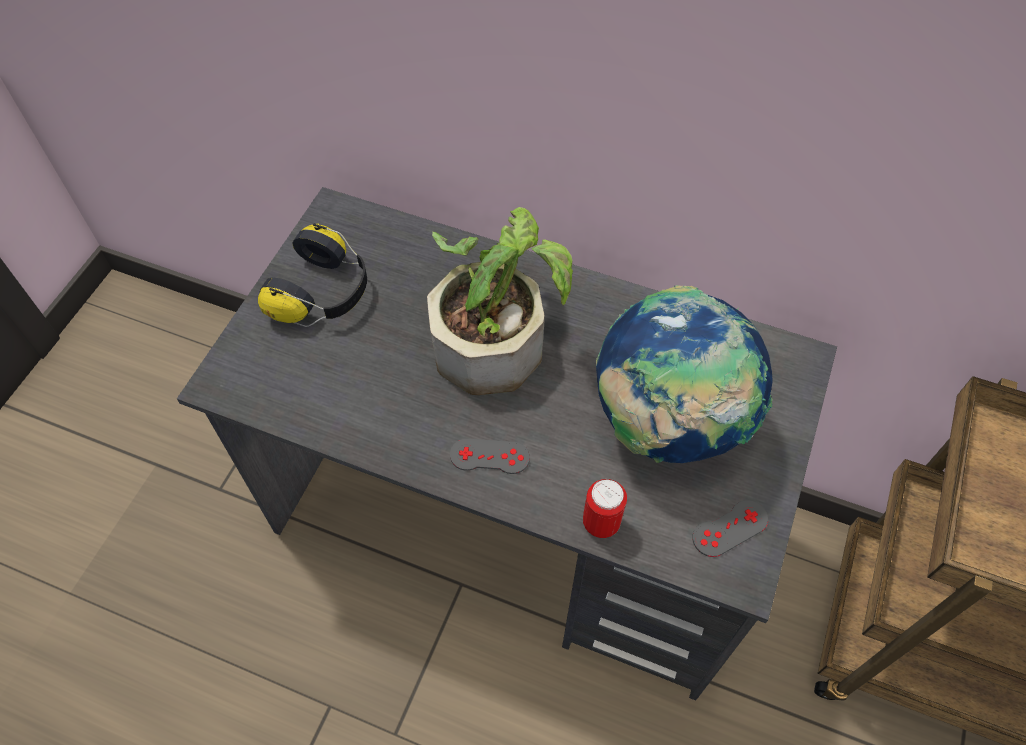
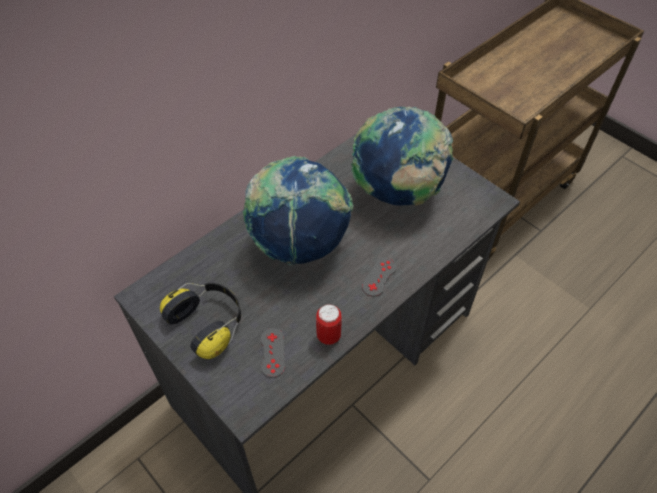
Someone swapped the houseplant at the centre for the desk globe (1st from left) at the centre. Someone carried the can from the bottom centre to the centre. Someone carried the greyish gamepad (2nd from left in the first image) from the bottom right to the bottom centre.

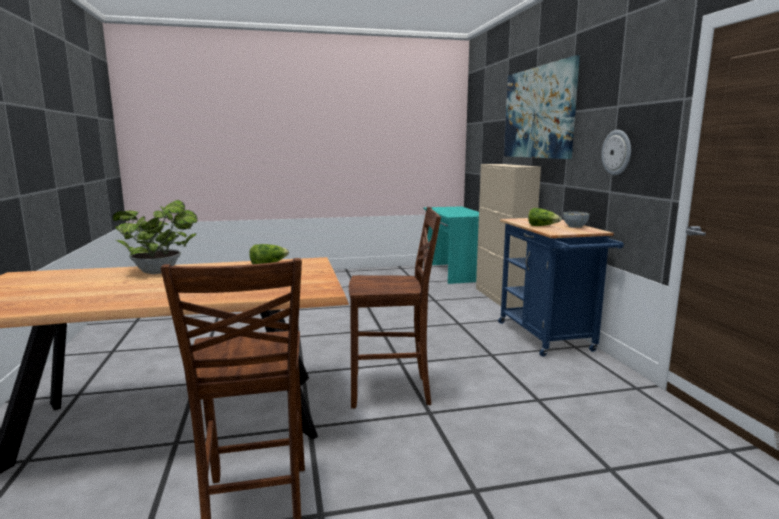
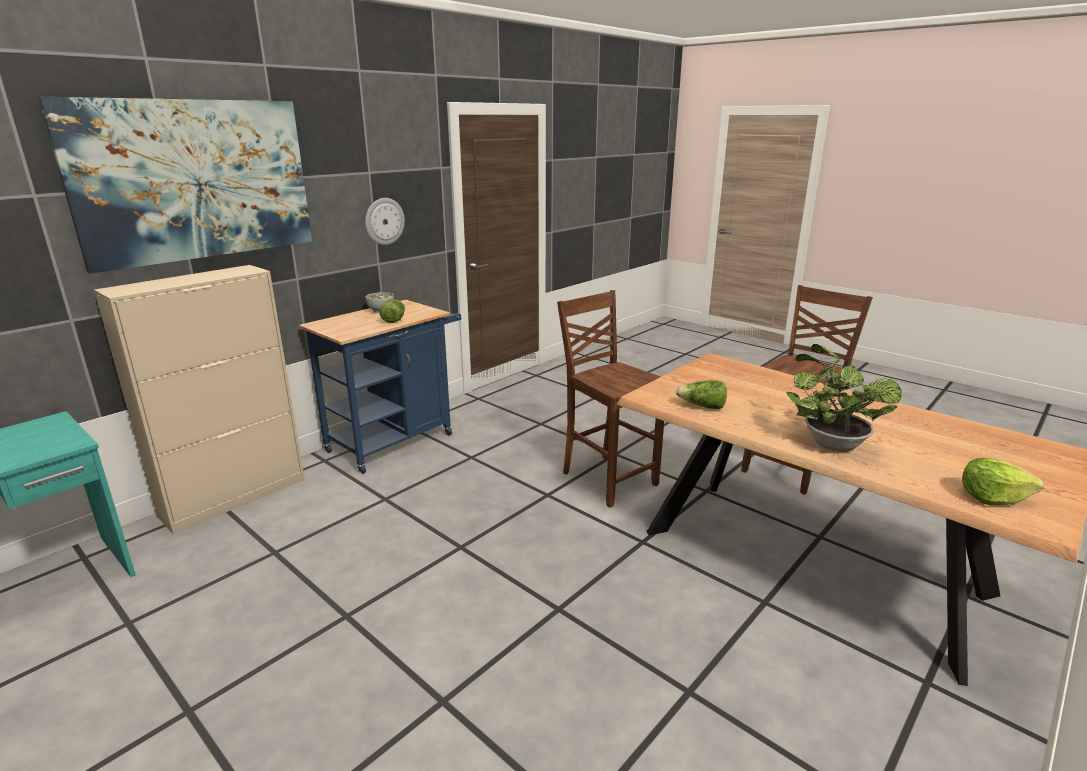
Someone put down the head of lettuce (3rd from left) at the middle right.

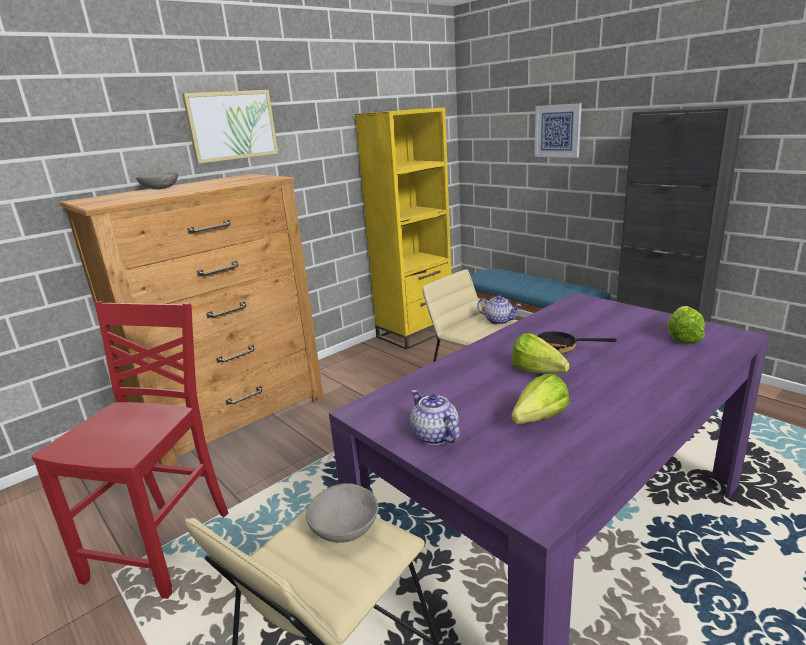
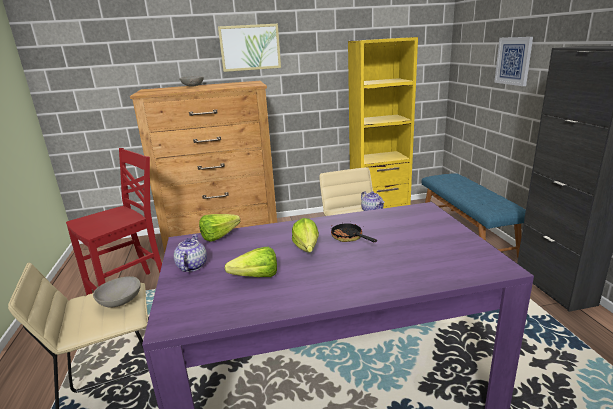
Someone carried the head of lettuce (3rd from left in the first image) from the middle right to the centre.

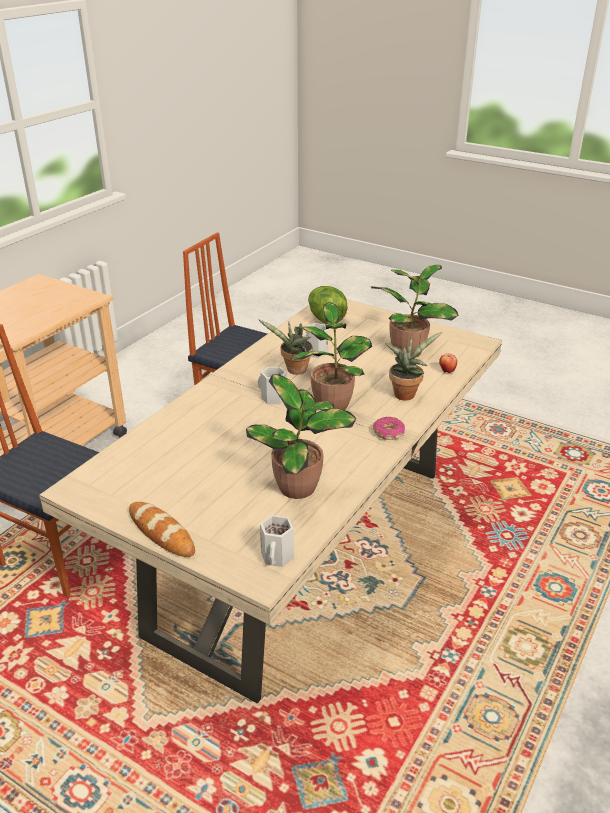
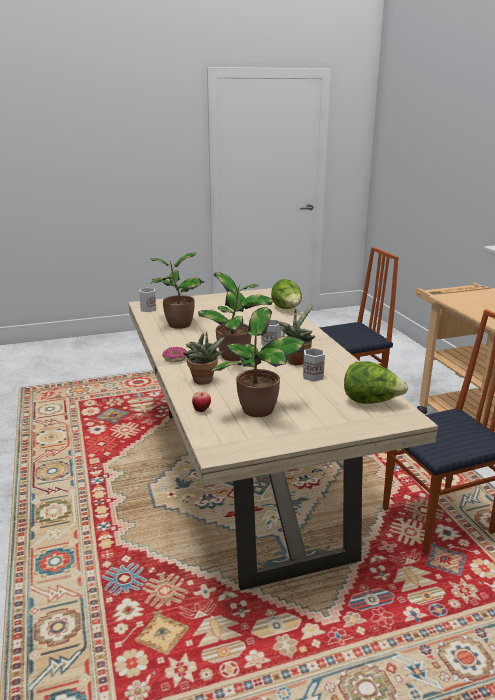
Someone took away the baked bread at the middle left. Someone put down the head of lettuce (1st from left) at the centre.

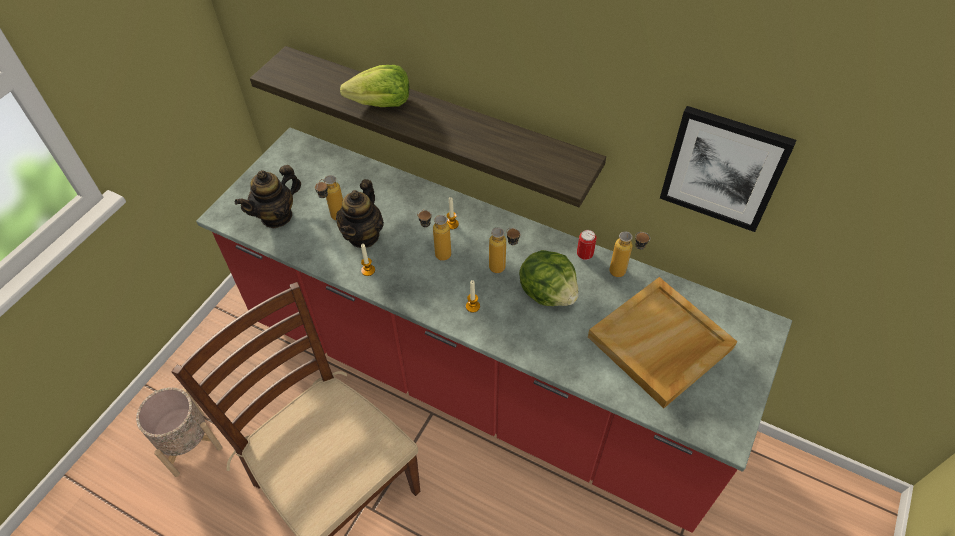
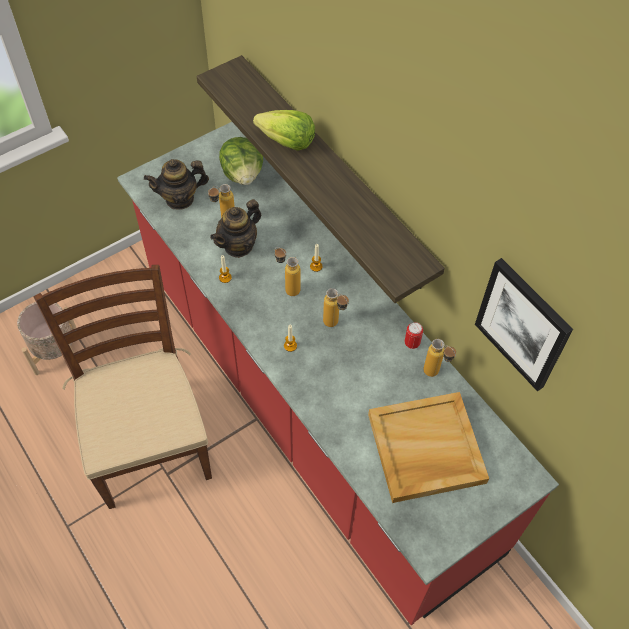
Someone carried the head of lettuce (2nd from left in the first image) from the centre to the top centre.

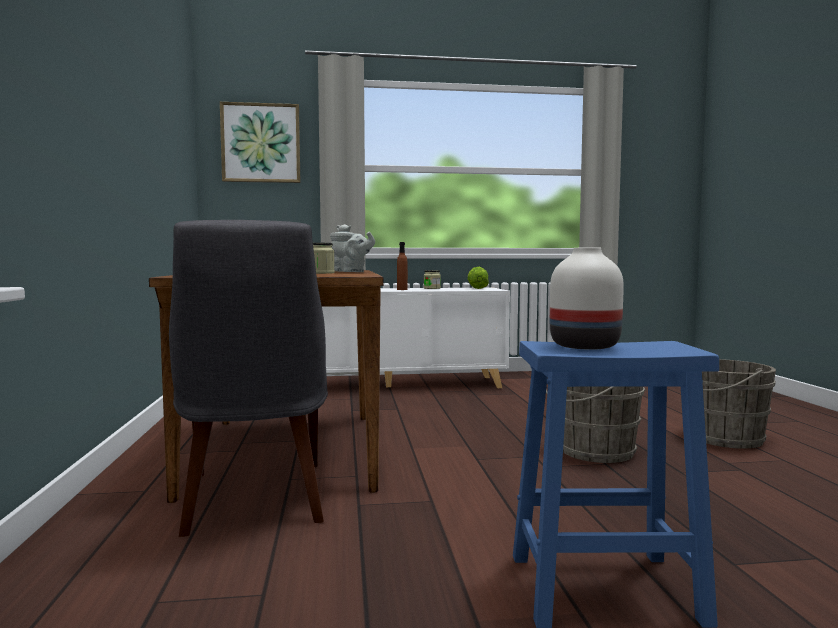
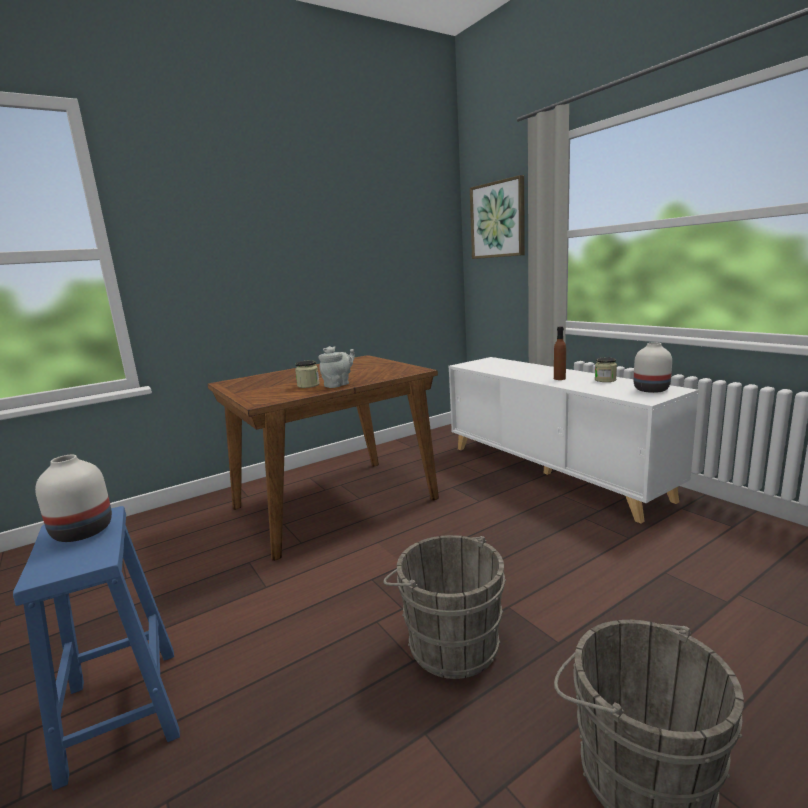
Someone took away the greyish chair at the middle left. Someone rotated the greyish tea pot at the centre by 135 degrees counterclockwise. Someone swapped the head of lettuce at the centre for the white-coloured decorative vase (2nd from left) at the middle right.

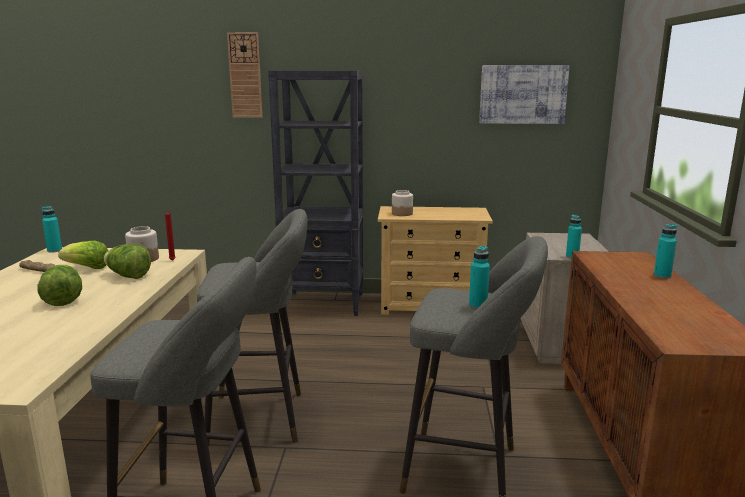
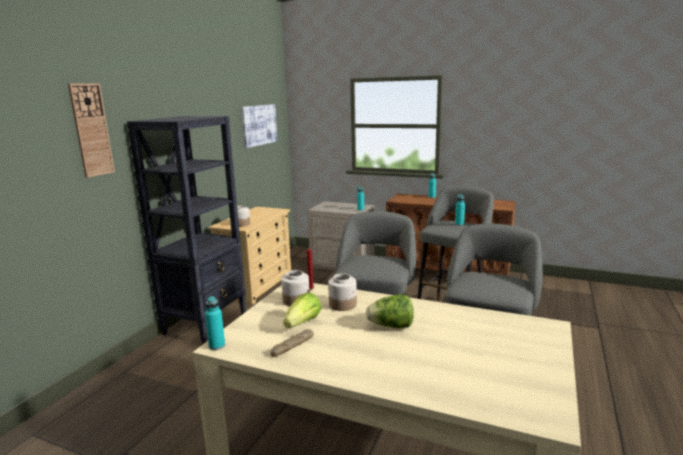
Someone swapped the head of lettuce (3rd from left) at the middle left for the storage jar (3rd from left) at the centre.

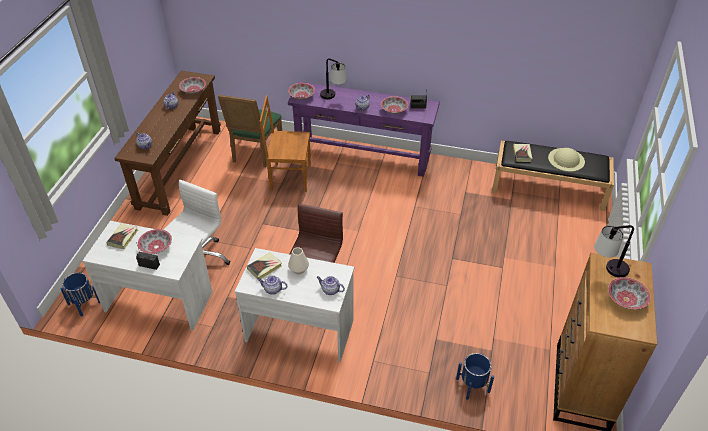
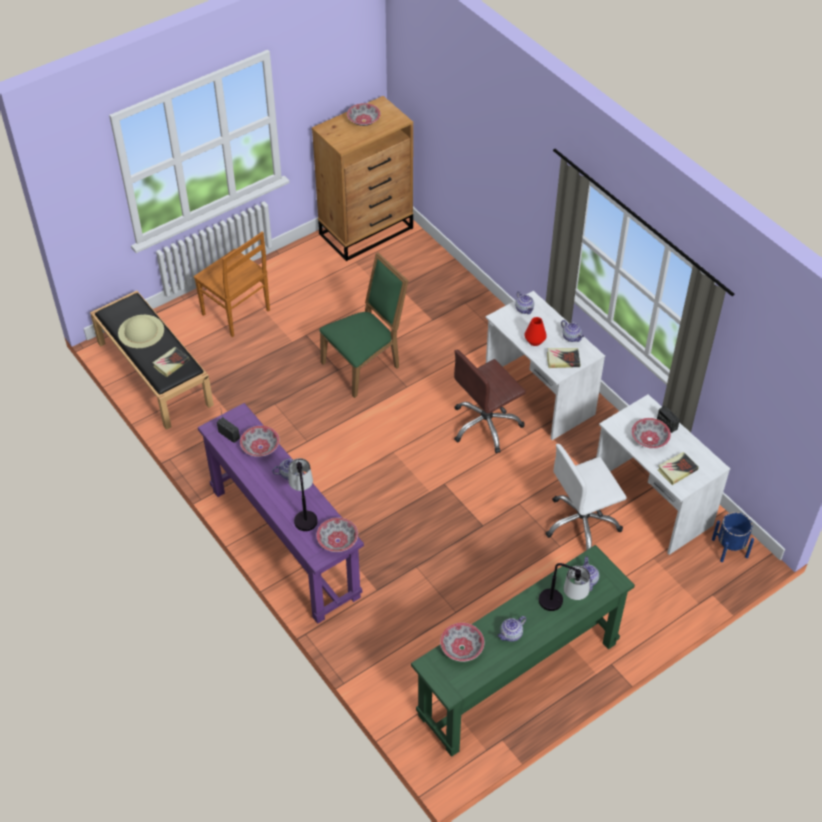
Someone repainted the brown hall table at the top left, which became the green-coloured hall table at the bottom centre. Someone carried the green-coloured chair from the top centre to the centre. Someone carried the brown chair from the centre to the middle left. Someone repainted the white-coloured decorative vase at the centre, which became the reddish decorative vase at the centre. Someone took away the blue-coloured plant pot (2nd from left) at the bottom right. Someone carried the lamp for a table (2nd from left) from the middle right to the bottom right.

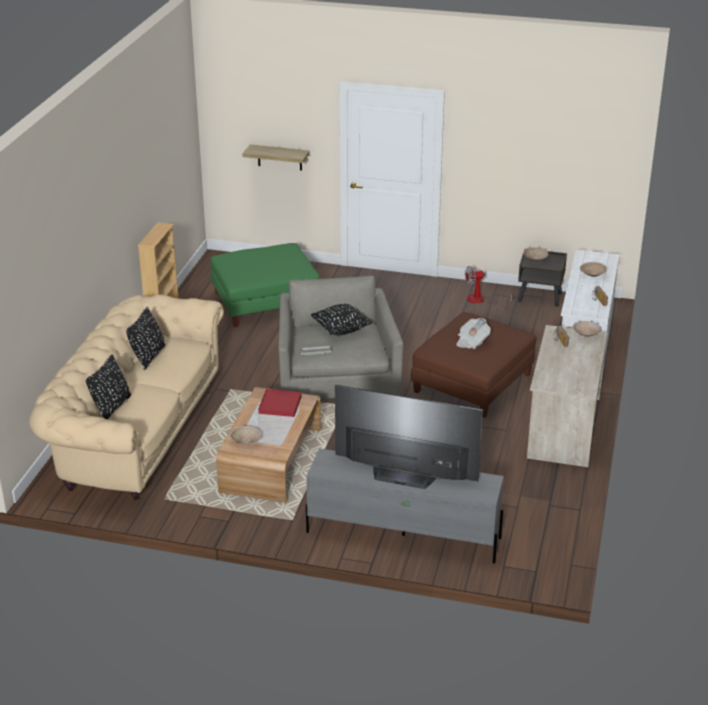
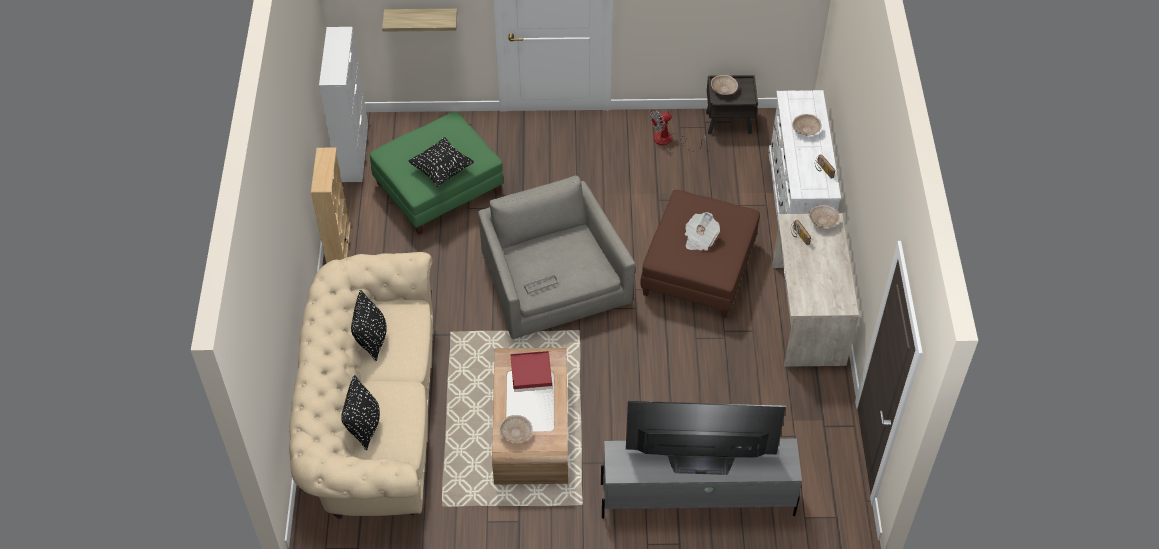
Someone carried the black pillow (3rd from left) from the centre to the top centre. Someone put down the white-coloured cabinet at the top left.

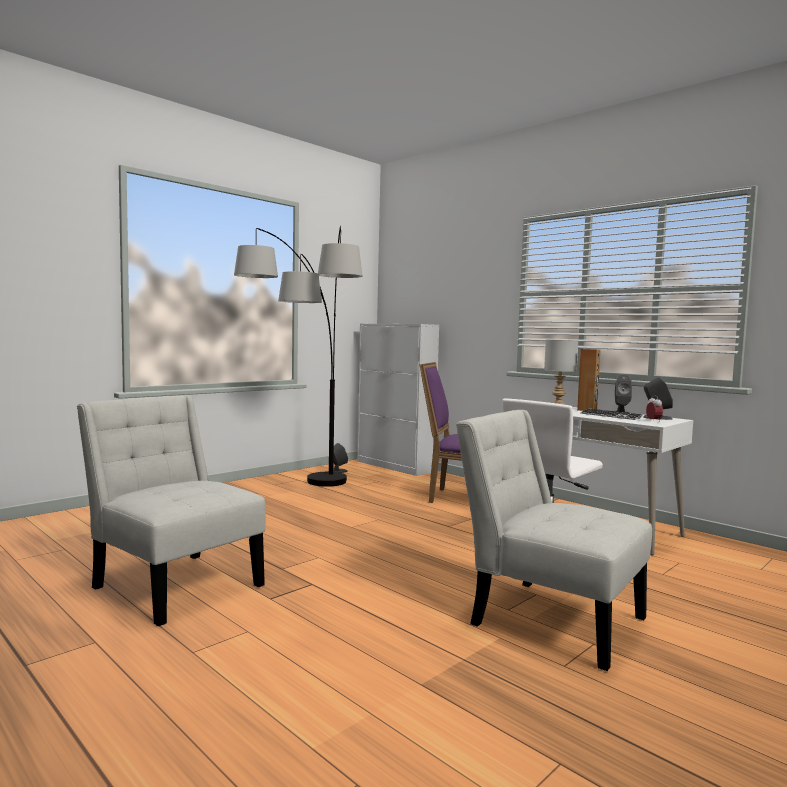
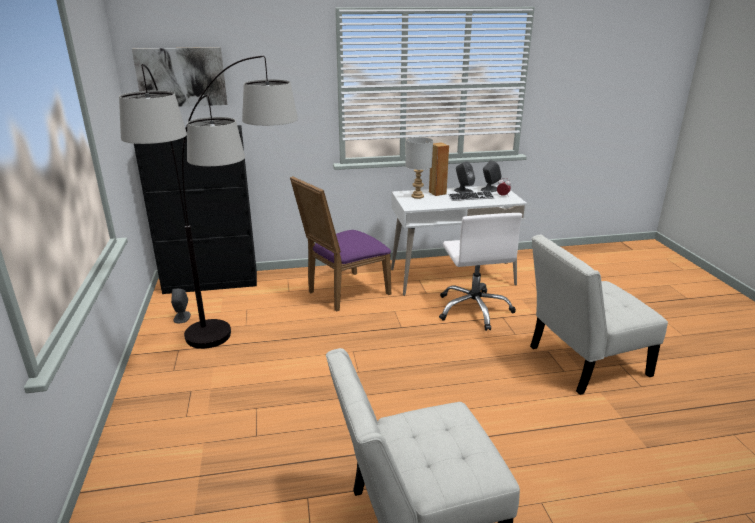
Someone repainted the white-coloured cabinet at the centre, which became the black cabinet at the middle left. Someone put up the wall picture at the top left.

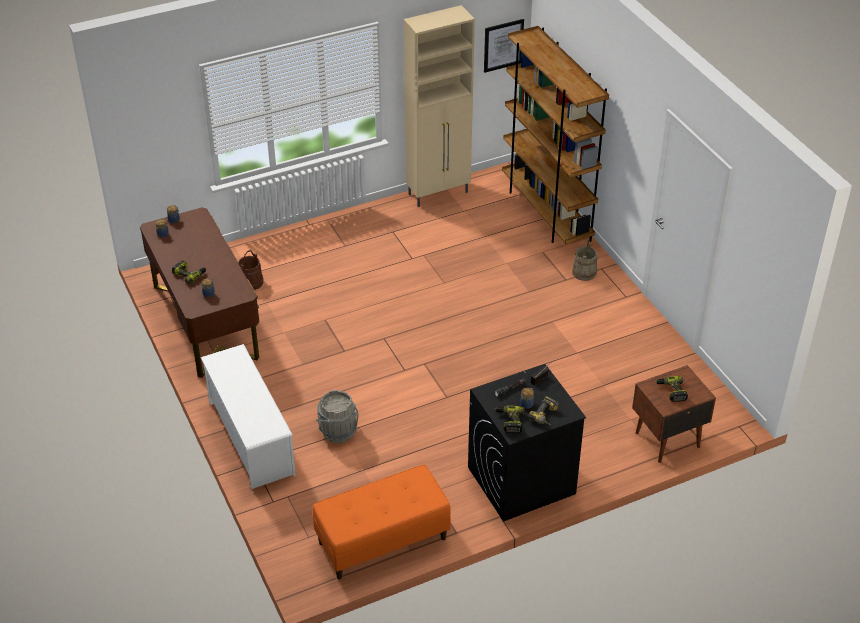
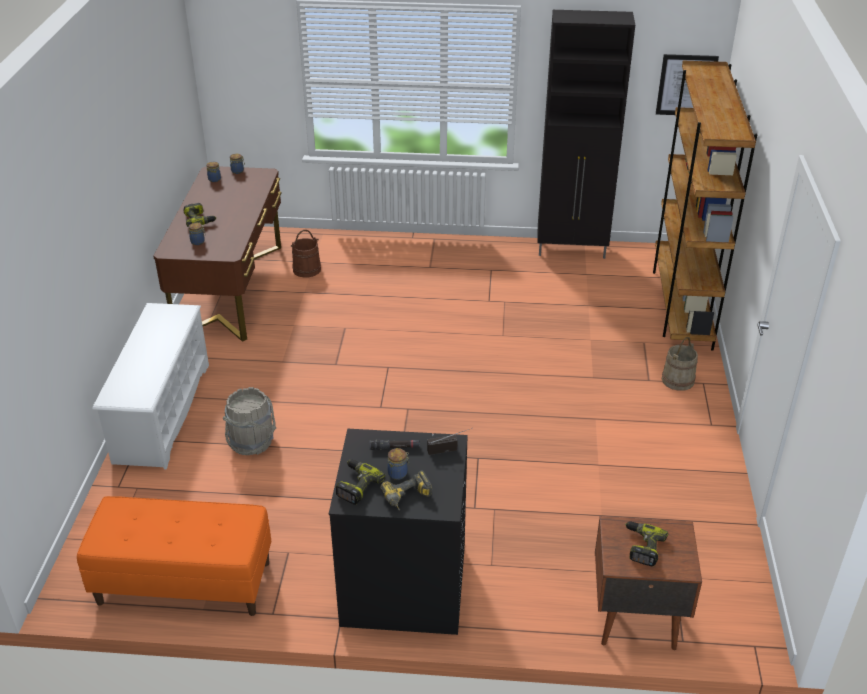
Someone repainted the sand-coloured cabinet at the top centre, which became the black cabinet at the top right.

